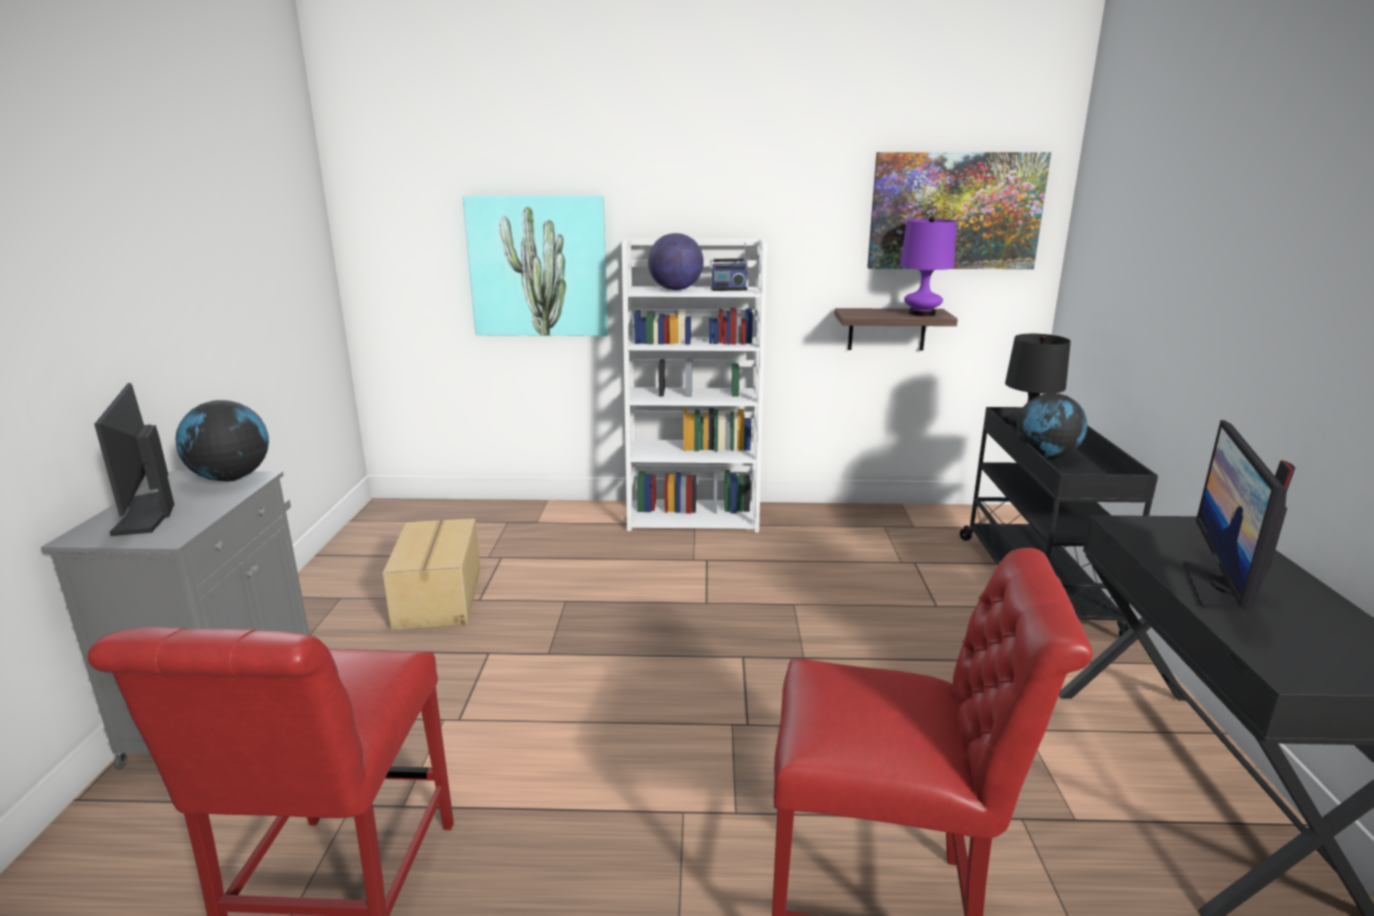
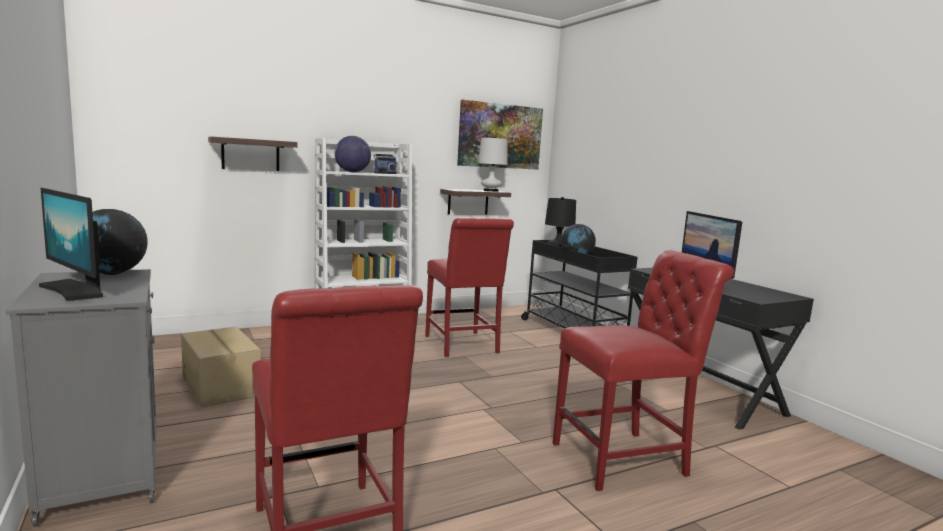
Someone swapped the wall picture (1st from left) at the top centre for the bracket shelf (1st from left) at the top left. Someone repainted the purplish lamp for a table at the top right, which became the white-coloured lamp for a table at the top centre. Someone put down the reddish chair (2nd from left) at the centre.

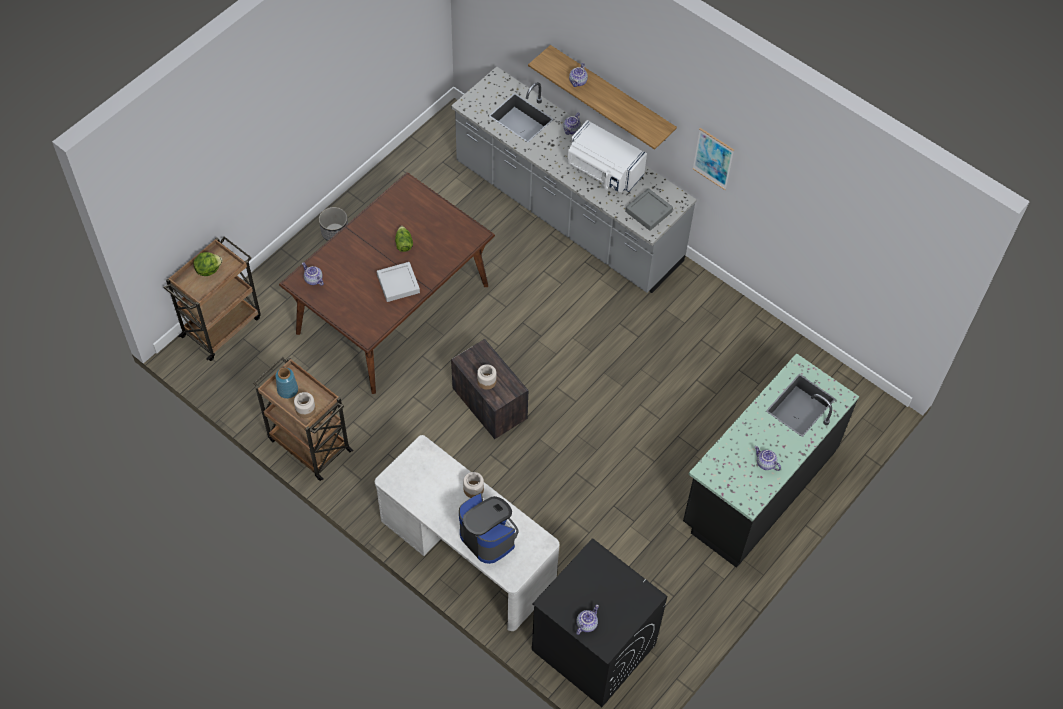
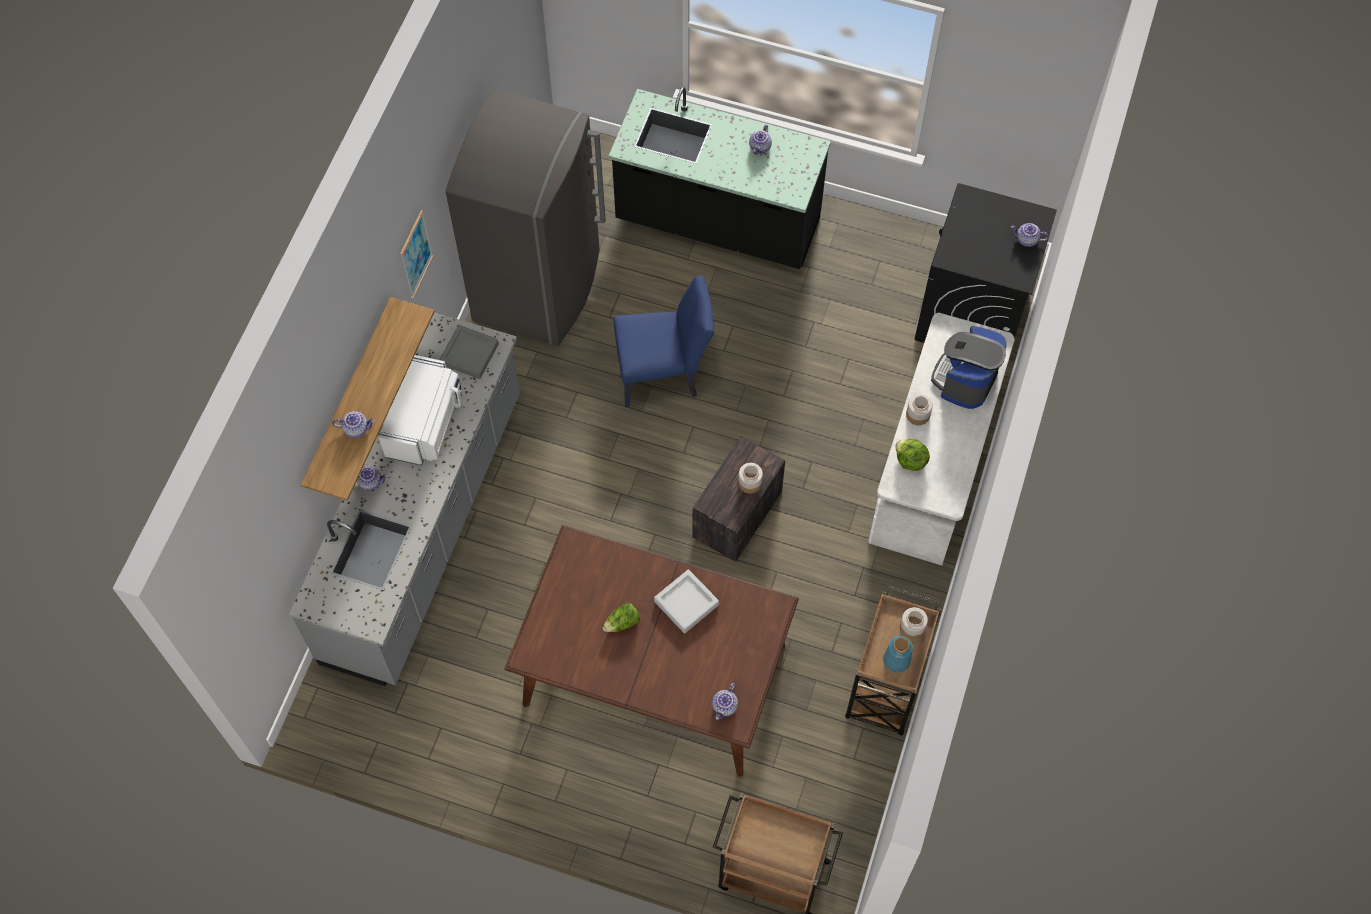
Someone carried the head of lettuce (1st from left in the first image) from the middle left to the centre. Someone took away the plant pot at the top left. Someone put down the greyish fridge at the top centre. Someone put down the blue-coloured chair at the centre.

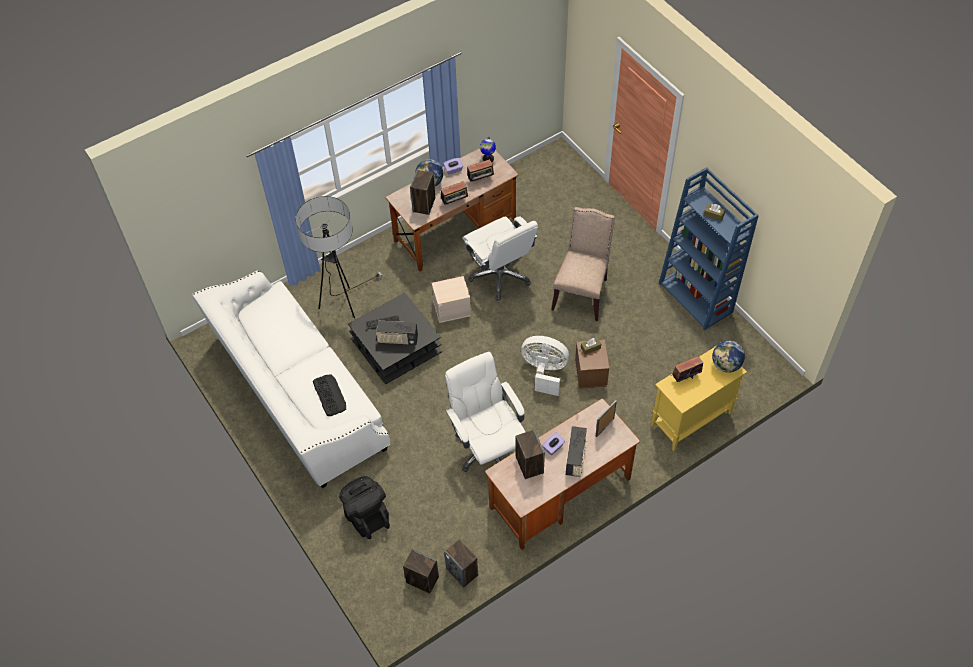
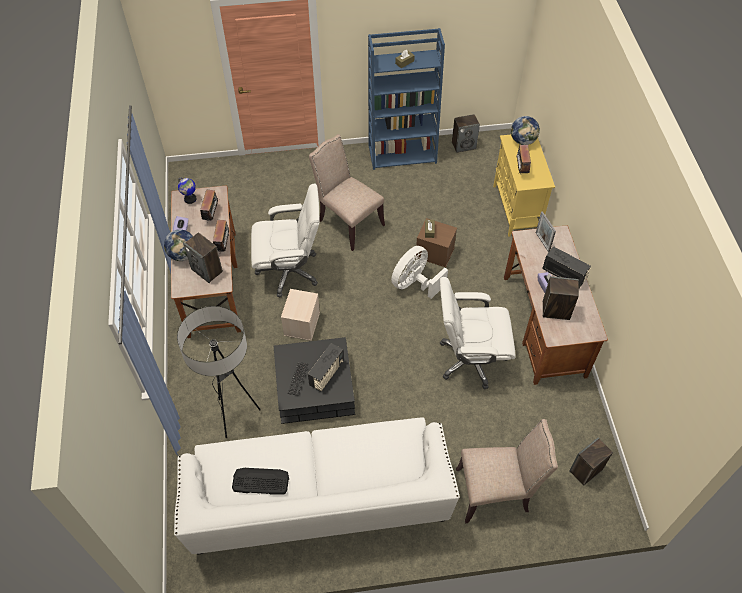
Someone carried the computer keyboard (1st from left) from the centre to the bottom centre. Someone swapped the black backpack at the bottom centre for the sand-coloured chair (2nd from left) at the bottom right. Someone carried the loudspeaker (3rd from left in the first image) from the bottom centre to the top centre.

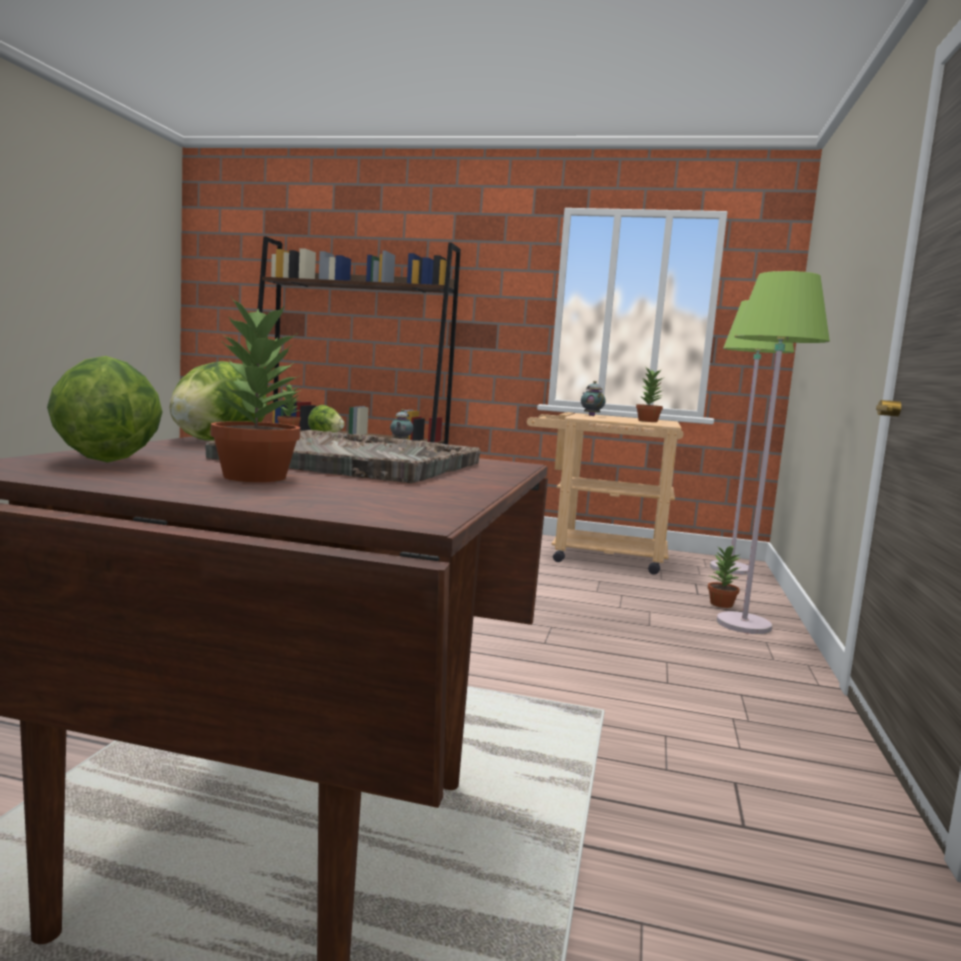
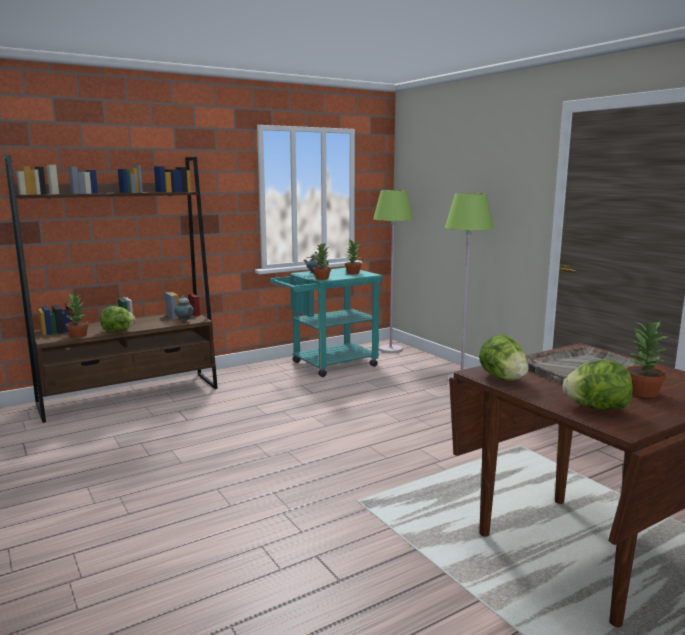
Someone repainted the sand-coloured cart at the centre, which became the turquoise-coloured cart at the centre. Someone carried the houseplant (4th from left in the first image) from the middle right to the centre.

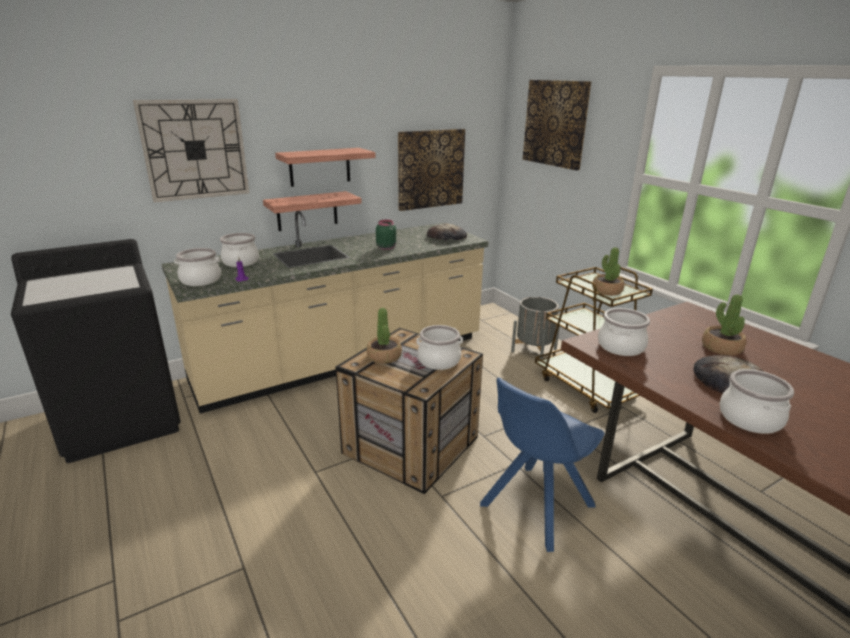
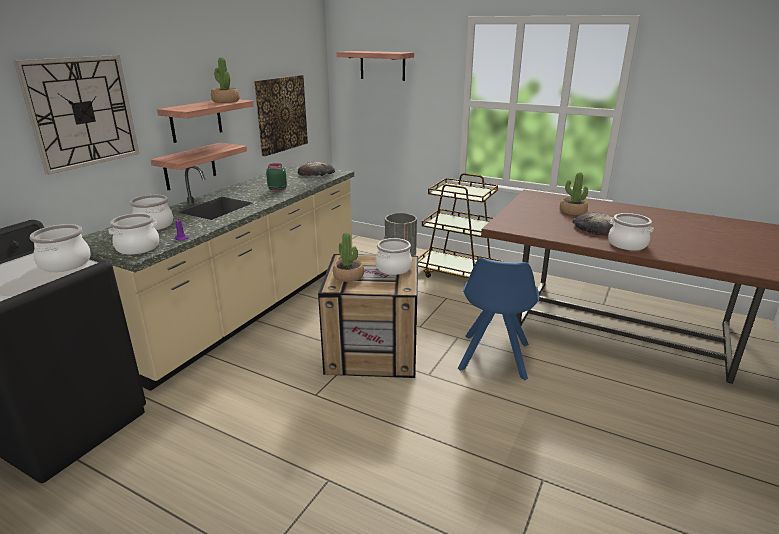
Someone swapped the wall picture (2nd from left) at the top centre for the bracket shelf (3rd from left) at the top centre. Someone carried the houseplant (2nd from left in the first image) from the middle right to the top left. Someone carried the cooking pot (4th from left in the first image) from the middle right to the middle left.

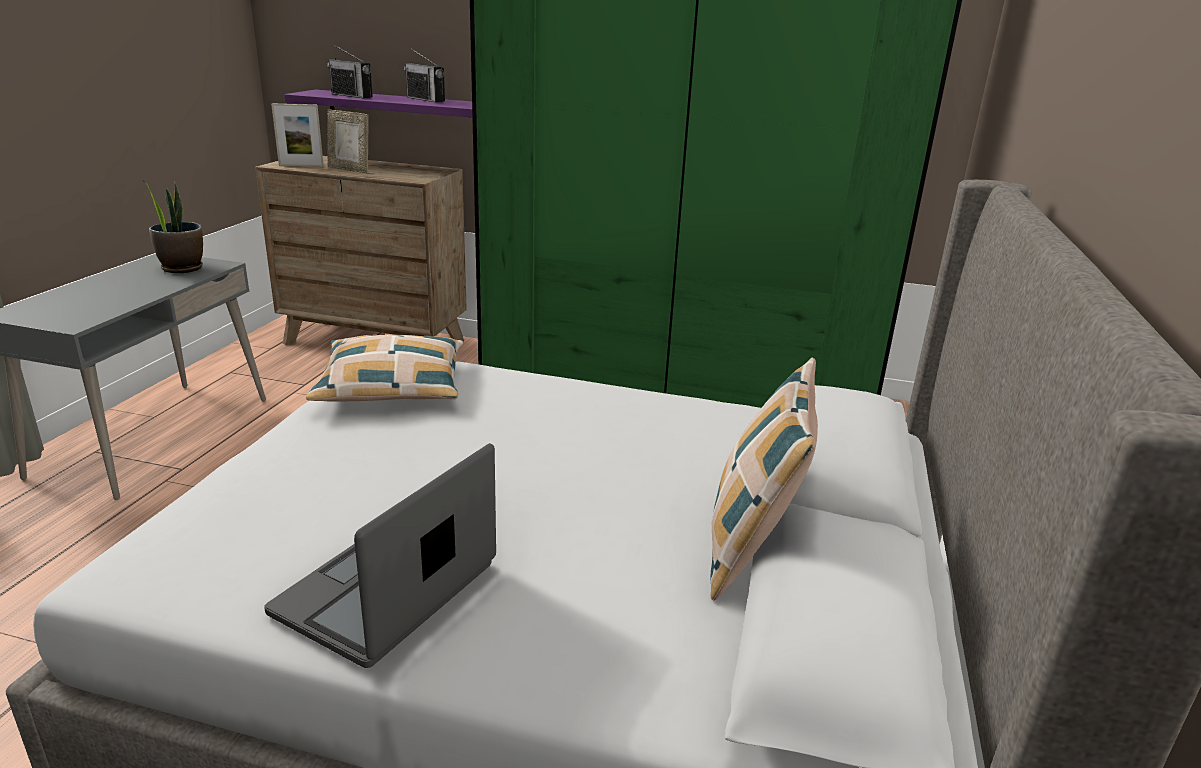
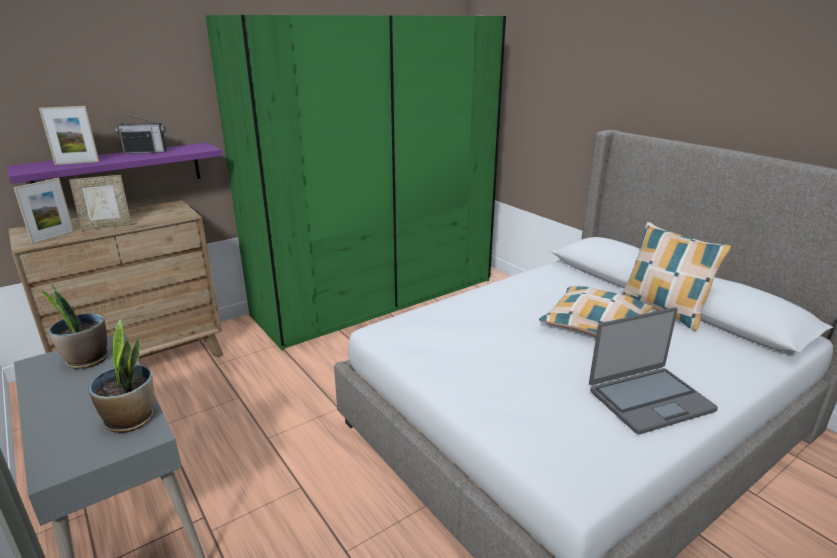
Someone rotated the notebook computer at the bottom left by 90 degrees counterclockwise. Someone carried the pillow (1st from left) from the middle left to the middle right. Someone swapped the radio set (1st from left) at the top left for the standing frame (2nd from left) at the top left. Someone put down the houseplant (2nd from left) at the bottom left.

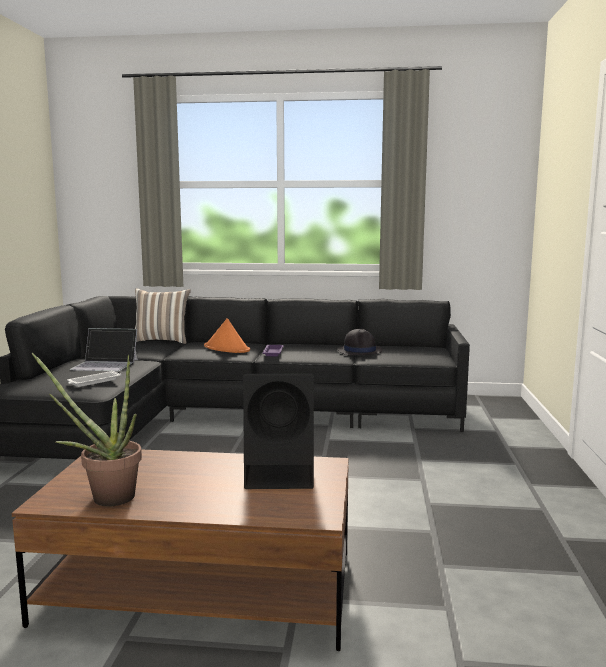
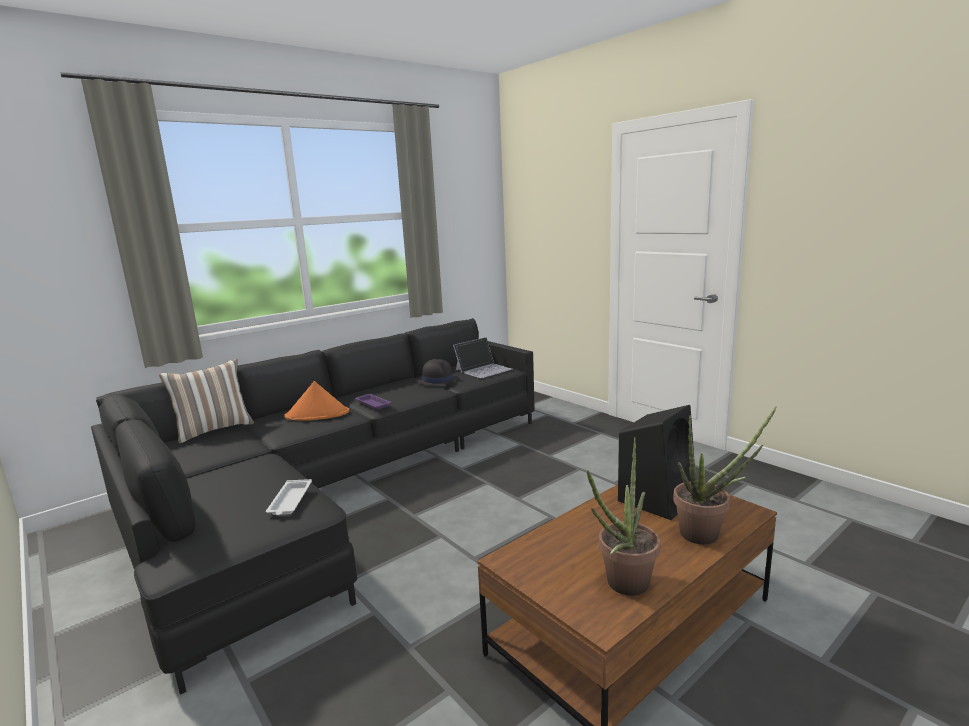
Someone carried the notebook computer from the middle left to the centre. Someone put down the houseplant (2nd from left) at the middle right.

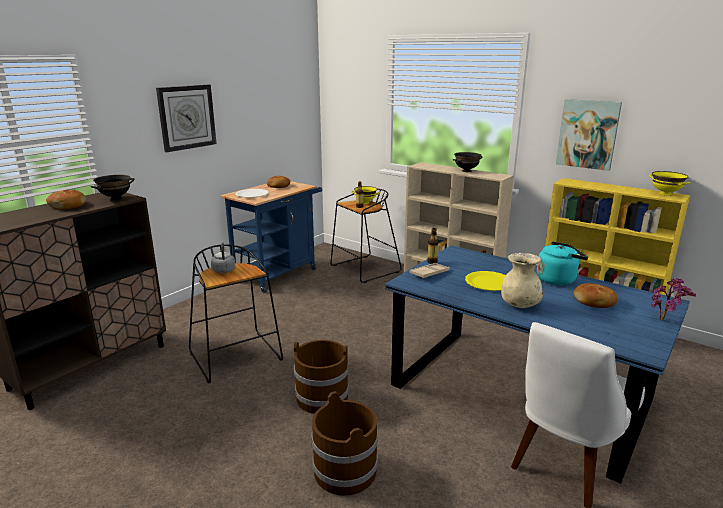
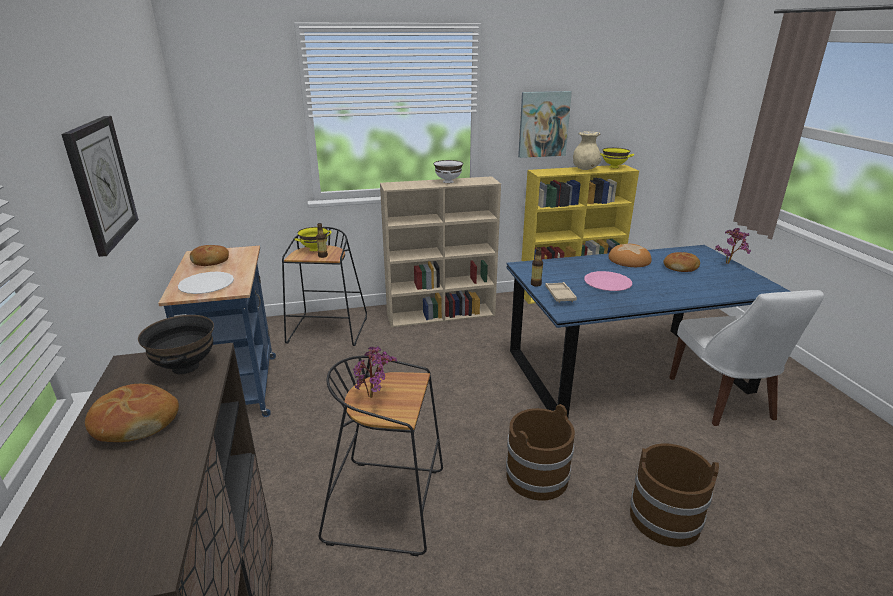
Someone swapped the greyish tea kettle at the middle left for the houseplant (1st from left) at the centre. Someone repainted the black deep dish (2nd from left) at the top centre, which became the white-coloured deep dish at the top centre. Someone repainted the yellow plate at the middle right, which became the pink plate at the middle right. Someone carried the sand-coloured decorative vase from the middle right to the top centre. Someone swapped the turquoise-coloured tea kettle at the middle right for the baked bread (3rd from left) at the middle right.

